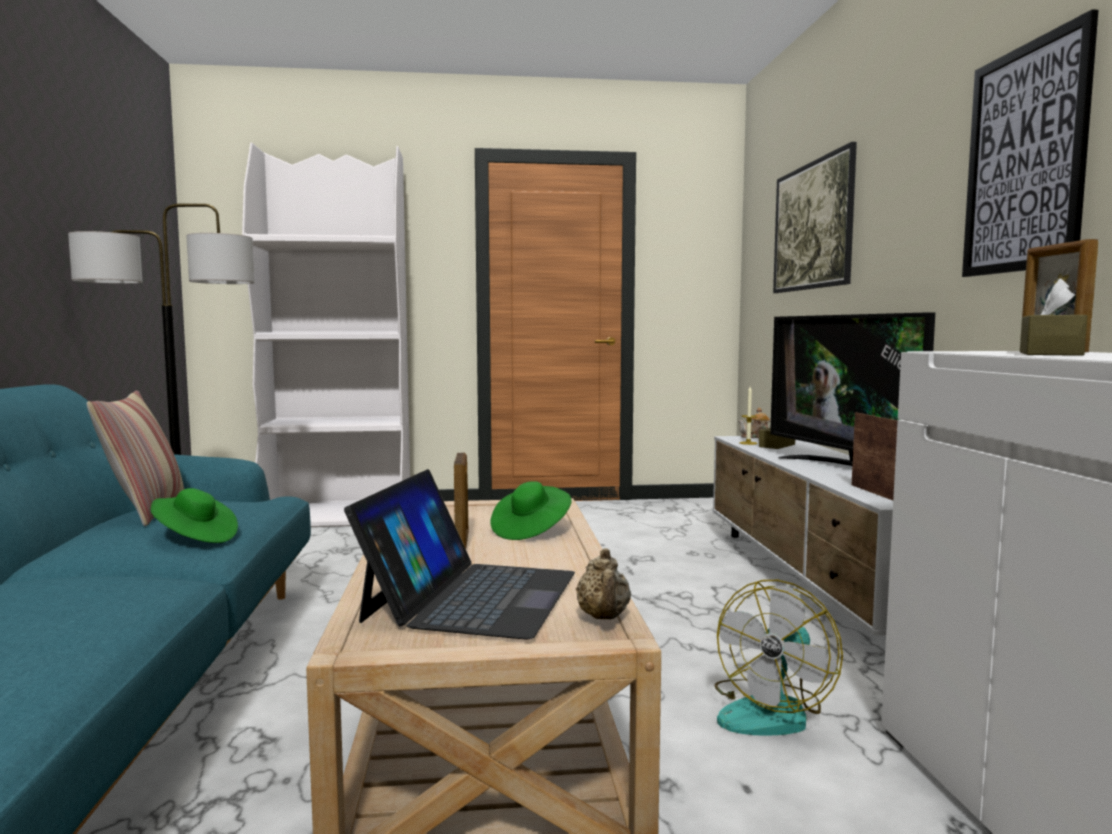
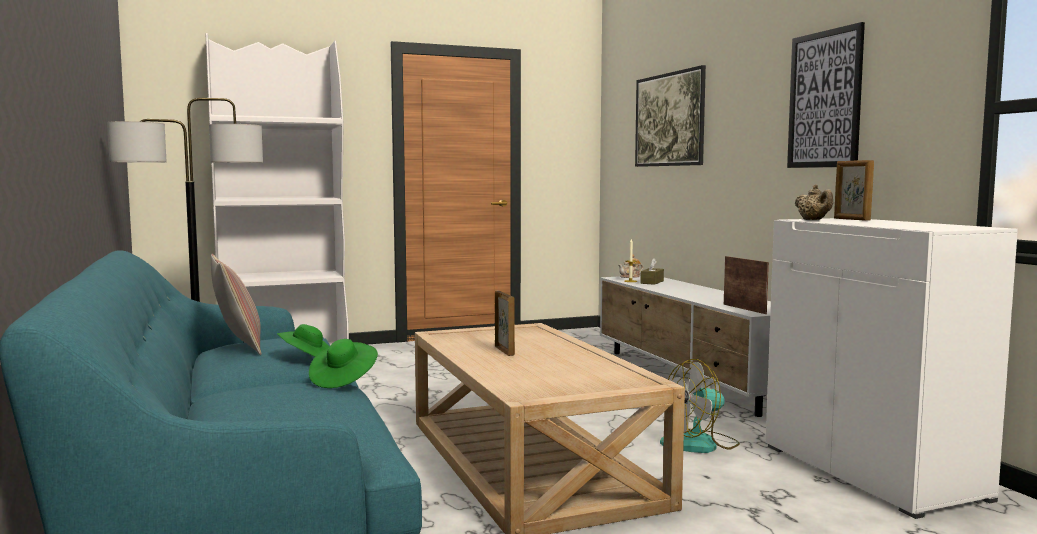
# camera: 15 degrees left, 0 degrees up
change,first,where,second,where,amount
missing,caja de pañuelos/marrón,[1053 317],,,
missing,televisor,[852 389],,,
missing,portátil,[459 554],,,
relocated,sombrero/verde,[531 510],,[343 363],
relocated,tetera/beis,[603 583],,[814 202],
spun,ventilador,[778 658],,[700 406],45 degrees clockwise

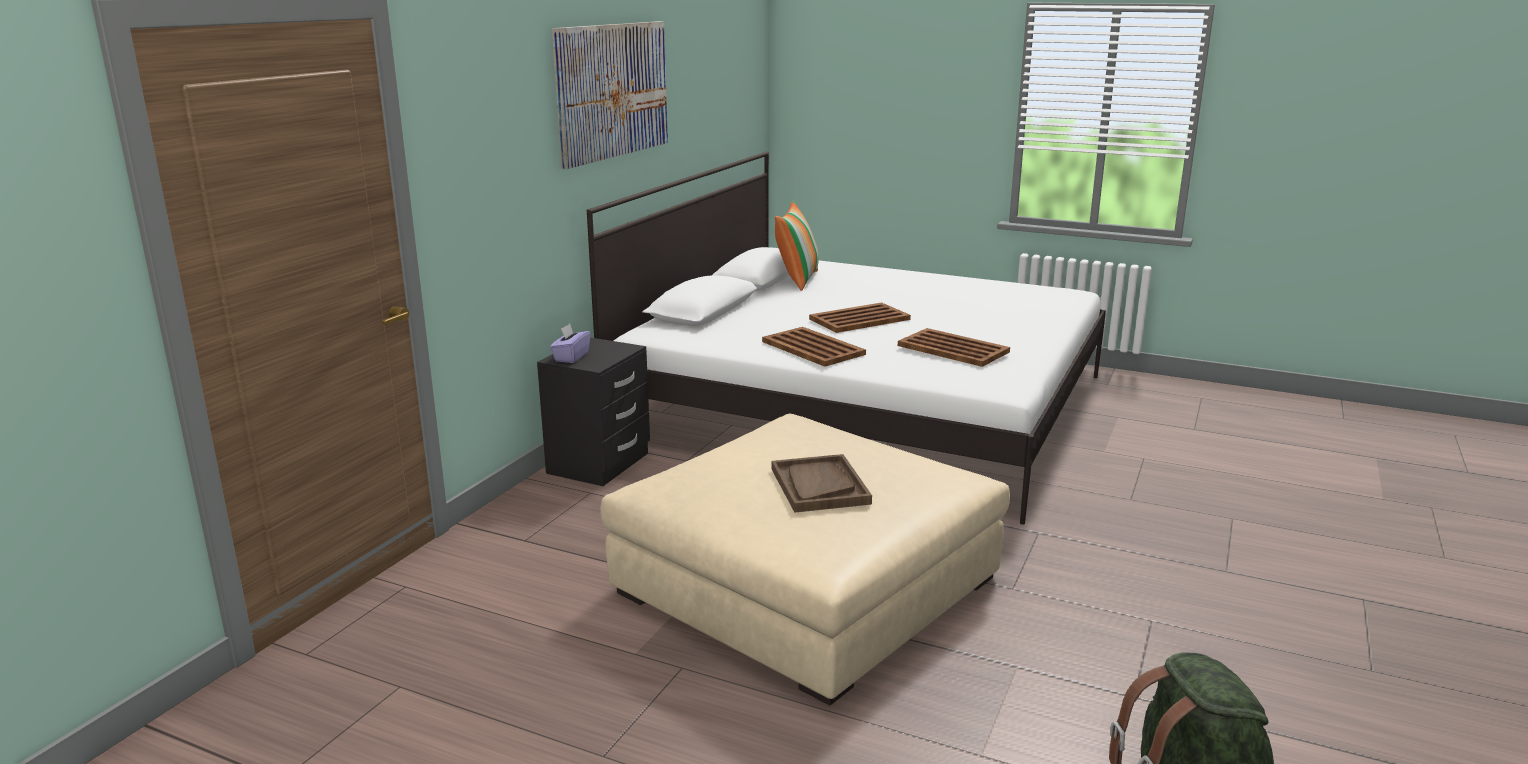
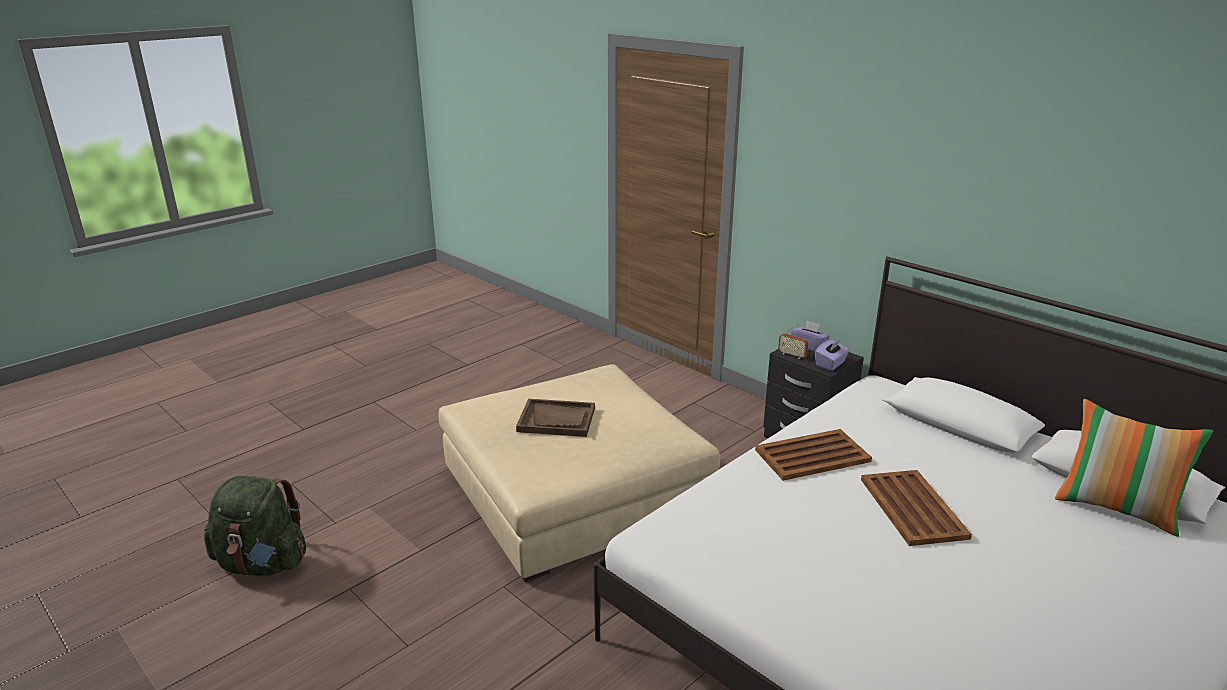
# camera: 110 degrees right, 5 degrees up
change,first,where,second,where,amount
missing,cuadro,[610 95],,,
missing,bandeja/marrón,[954 347],,,
appeared,,,radio,[793 340],
appeared,,,caja de pañuelos/morado,[832 355],

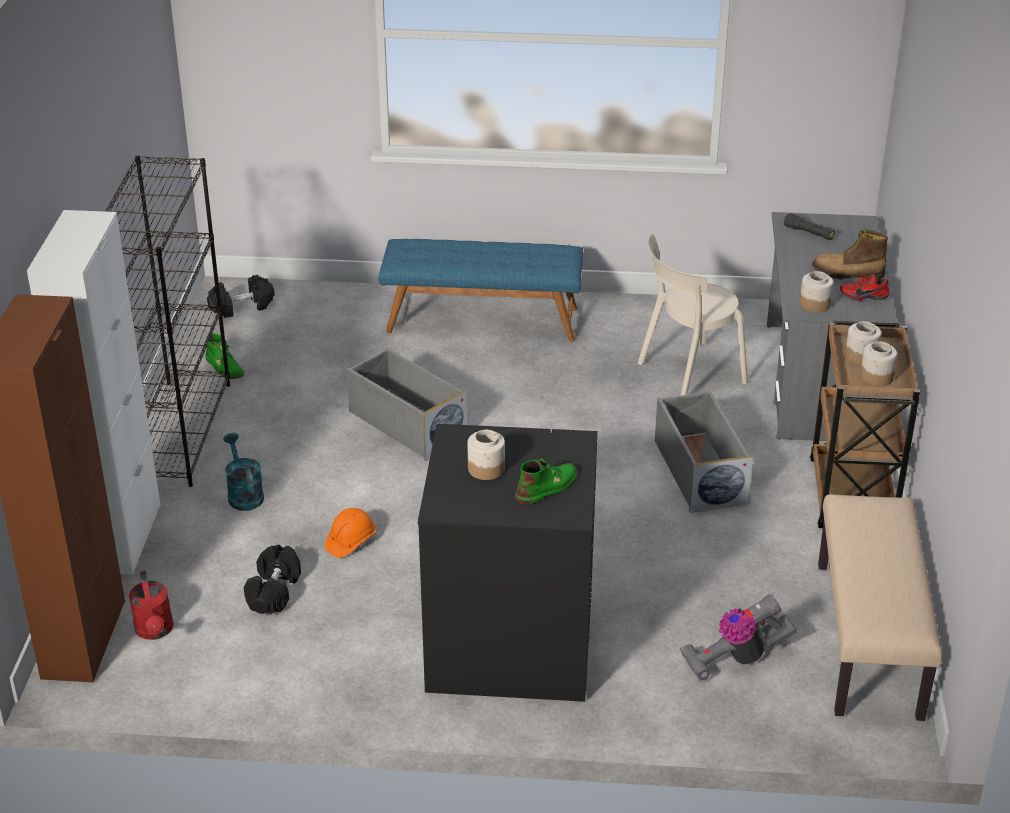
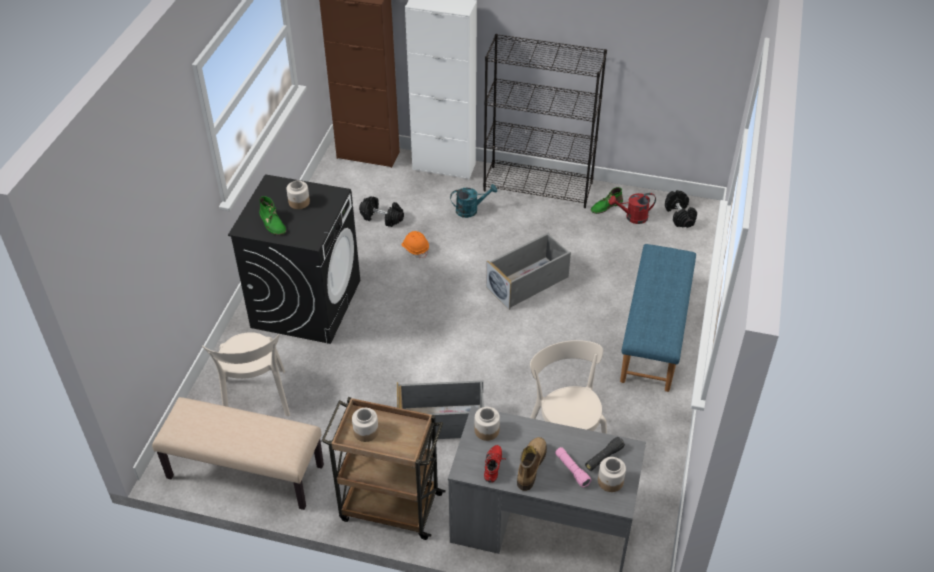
# camera: 100 degrees right, 10 degrees up
change,first,where,second,where,amount
relocated,tarro,[863 343],,[612 474],
relocated,regadera/rojo,[151 605],,[632 208],
exchanged,aspiradora,[739 637],silla/beis,[246 374],
appeared,,,linterna/rosa,[573 467],

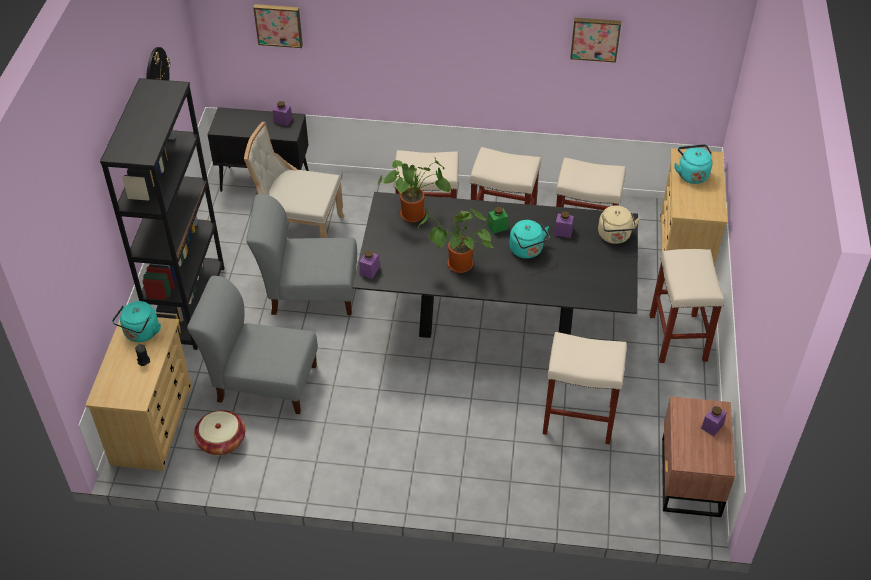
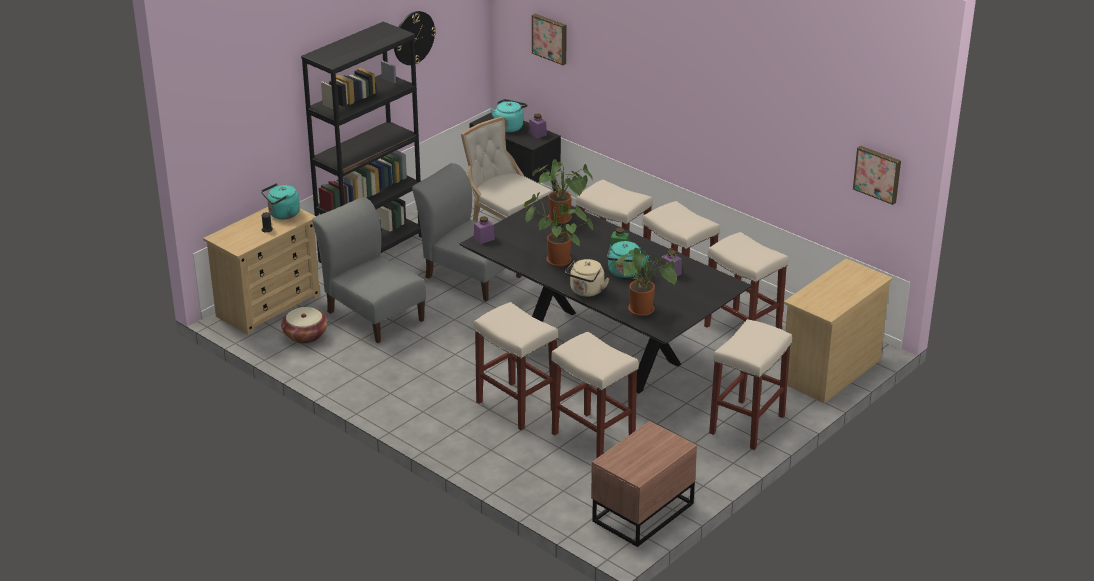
# camera: 35 degrees right, 15 degrees down
change,first,where,second,where,amount
relocated,cuadro,[595 40],,[877 175],
relocated,hervidor/turquesa,[693 164],,[508 115],
relocated,hervidor/beis,[619 224],,[587 278],
missing,tarro/morado,[713 421],,,
appeared,,,planta en maceta,[643 282],
appeared,,,taburete/beis,[516 366],

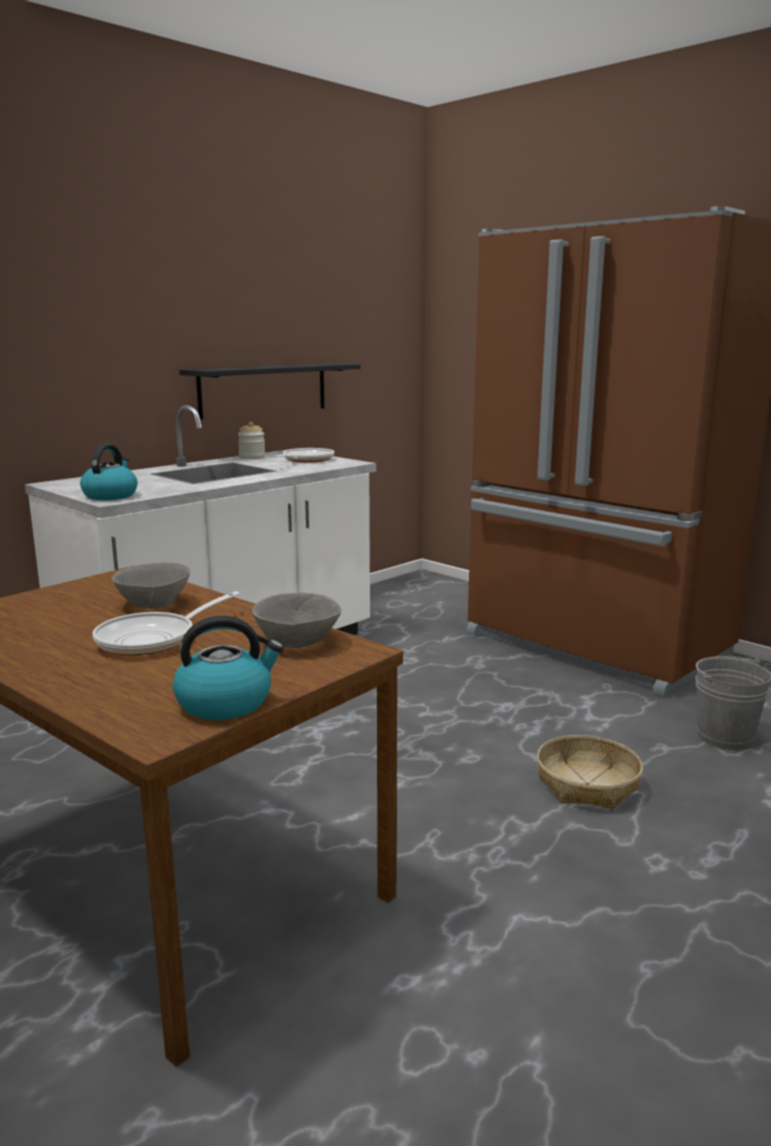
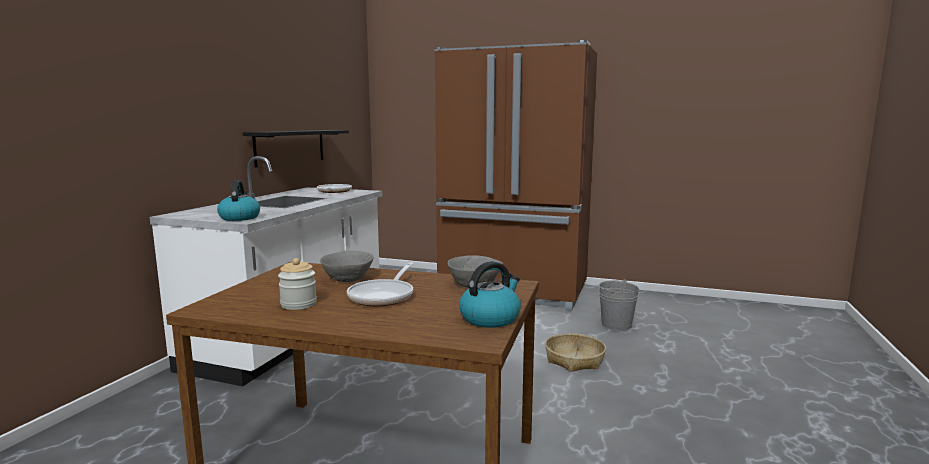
# camera: 25 degrees left, 5 degrees down
change,first,where,second,where,amount
relocated,tarro,[251 440],,[297 284],

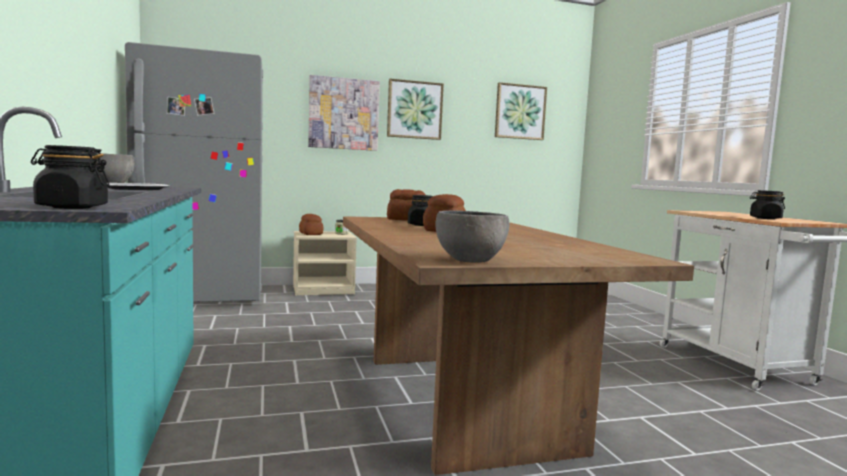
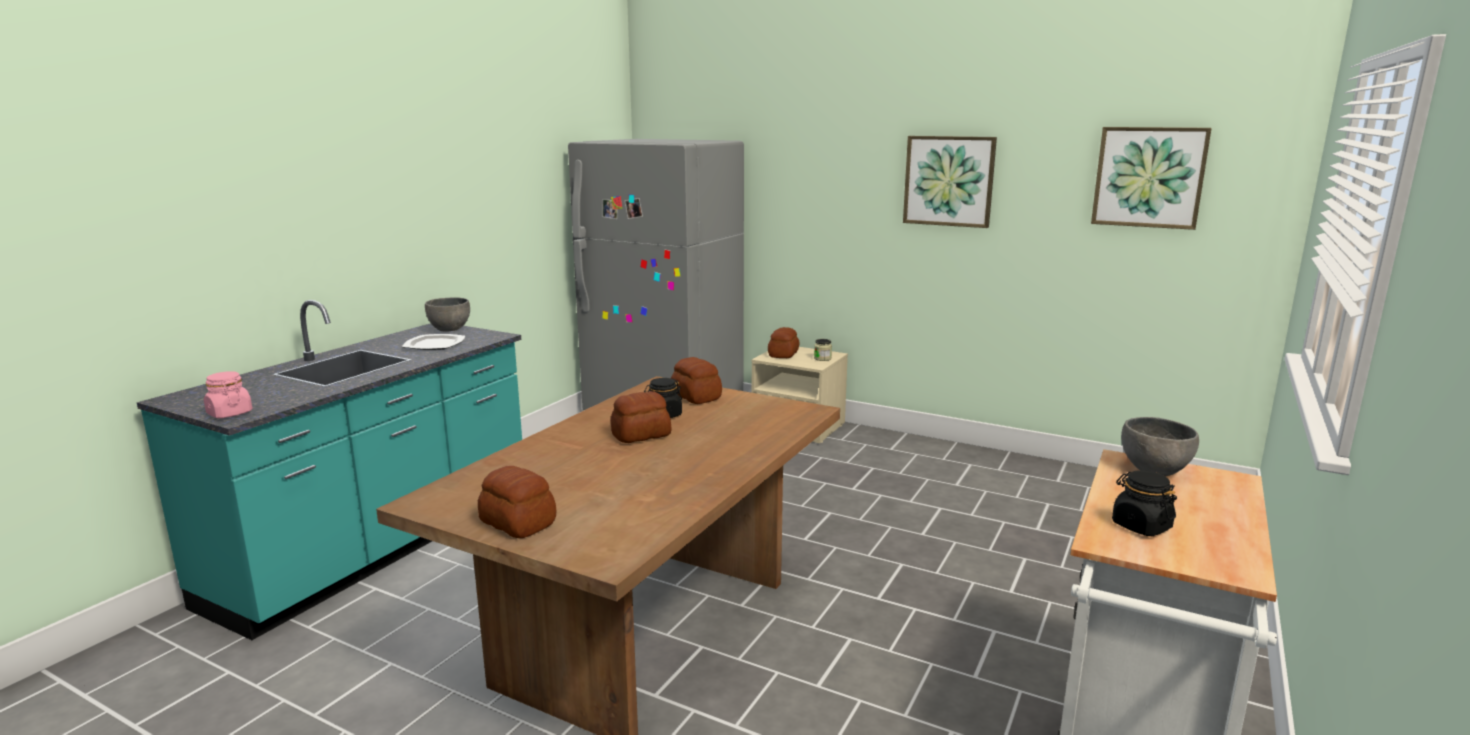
# camera: 45 degrees right, 10 degrees up
change,first,where,second,where,amount
missing,cuadro,[344 113],,,
colour,tarro/negro,[70 177],tarro/rosa,[228 394],
relocated,cuenco/gris,[472 236],,[1160 446],
appeared,,,pan,[517 502],

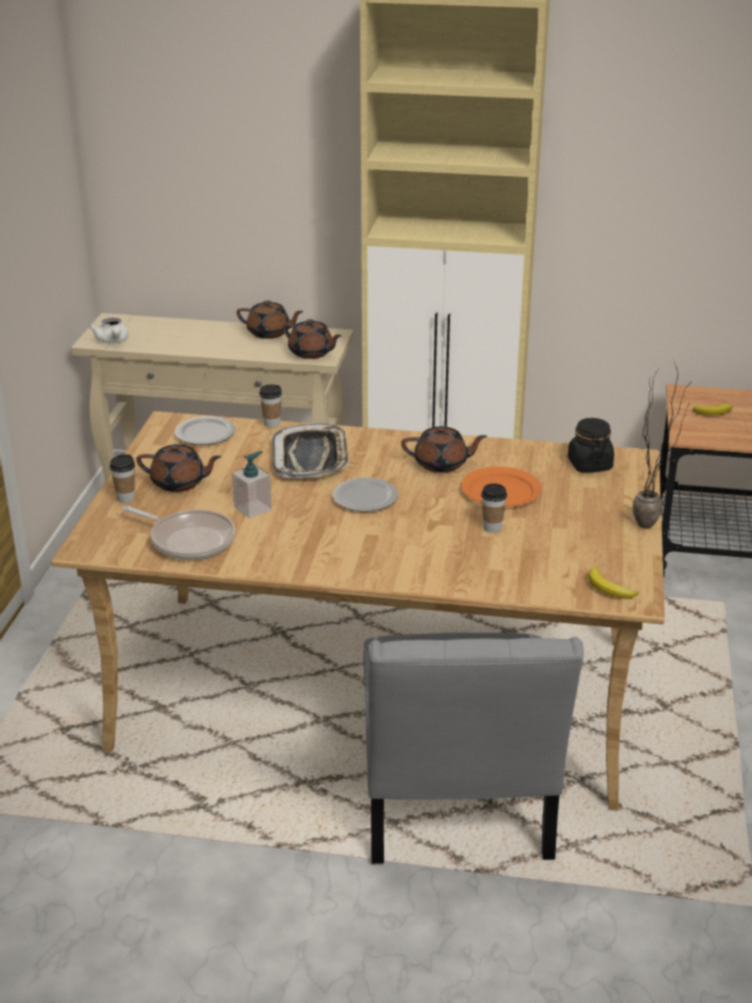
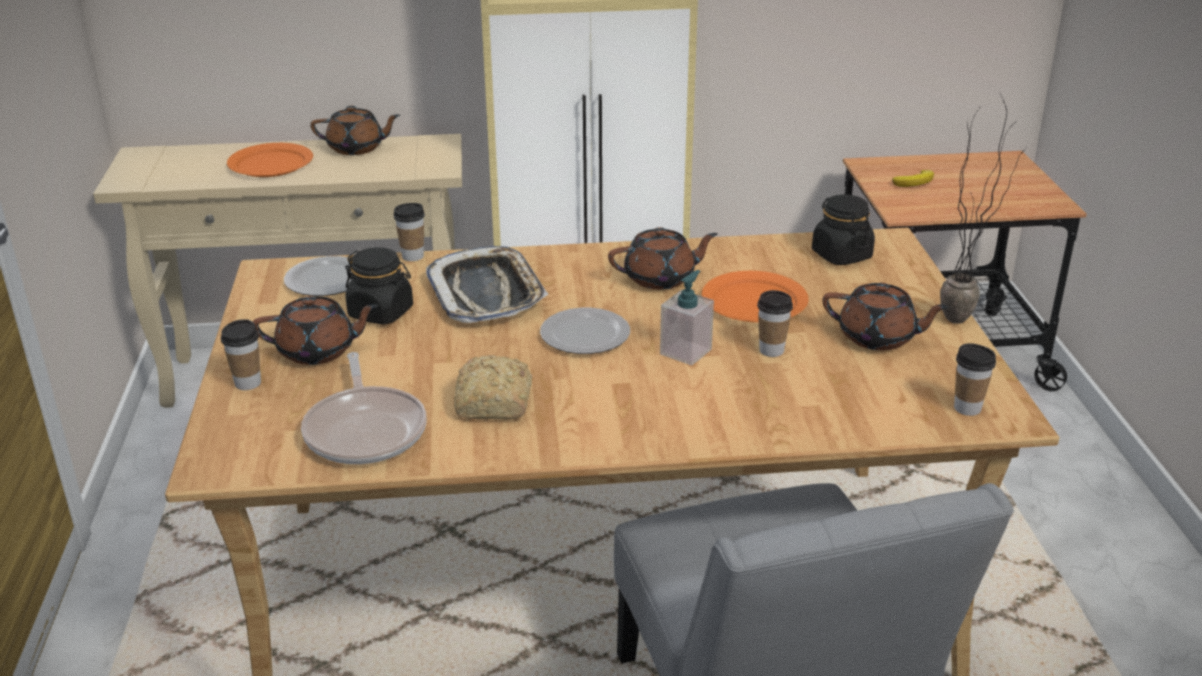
# camera: 15 degrees left, 0 degrees up
change,first,where,second,where,amount
missing,tetera/blanco,[109 330],,,
relocated,tetera/marrón,[312 339],,[885 316],
relocated,dispensador de jabón,[252 484],,[687 317],
spun,sartén,[179 533],,[364 408],60 degrees clockwise
exchanged,plátano,[613 583],taza,[975 379],
appeared,,,plato/naranja,[270 160],
appeared,,,tarro/negro,[379 286],
appeared,,,pan,[493 387],

